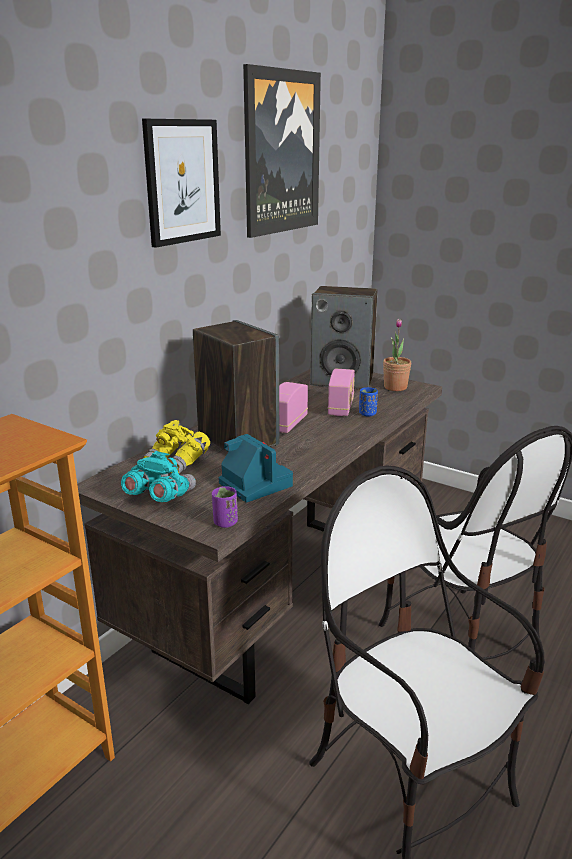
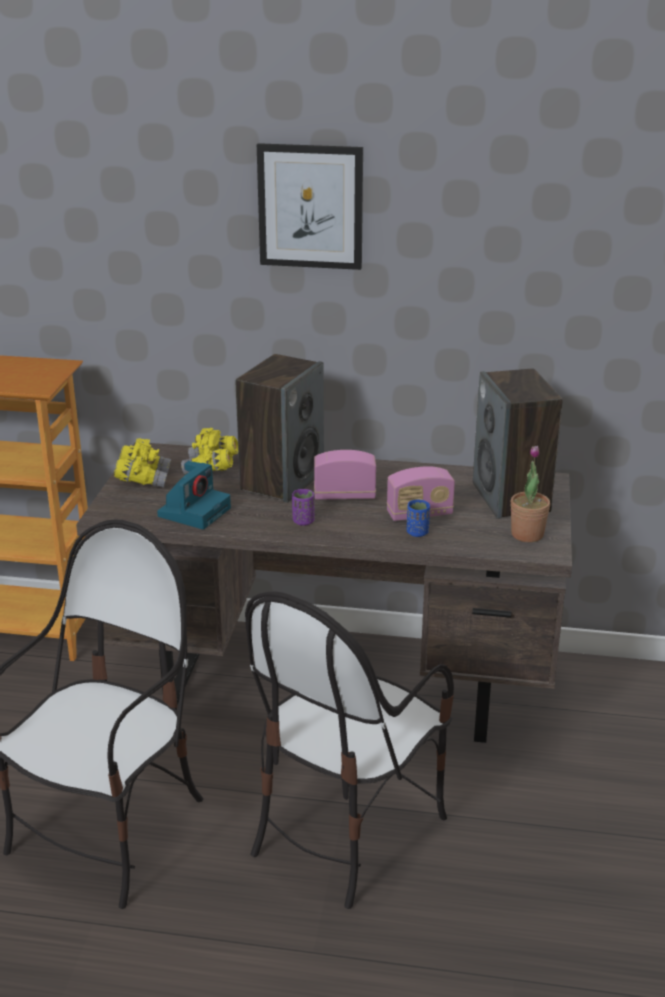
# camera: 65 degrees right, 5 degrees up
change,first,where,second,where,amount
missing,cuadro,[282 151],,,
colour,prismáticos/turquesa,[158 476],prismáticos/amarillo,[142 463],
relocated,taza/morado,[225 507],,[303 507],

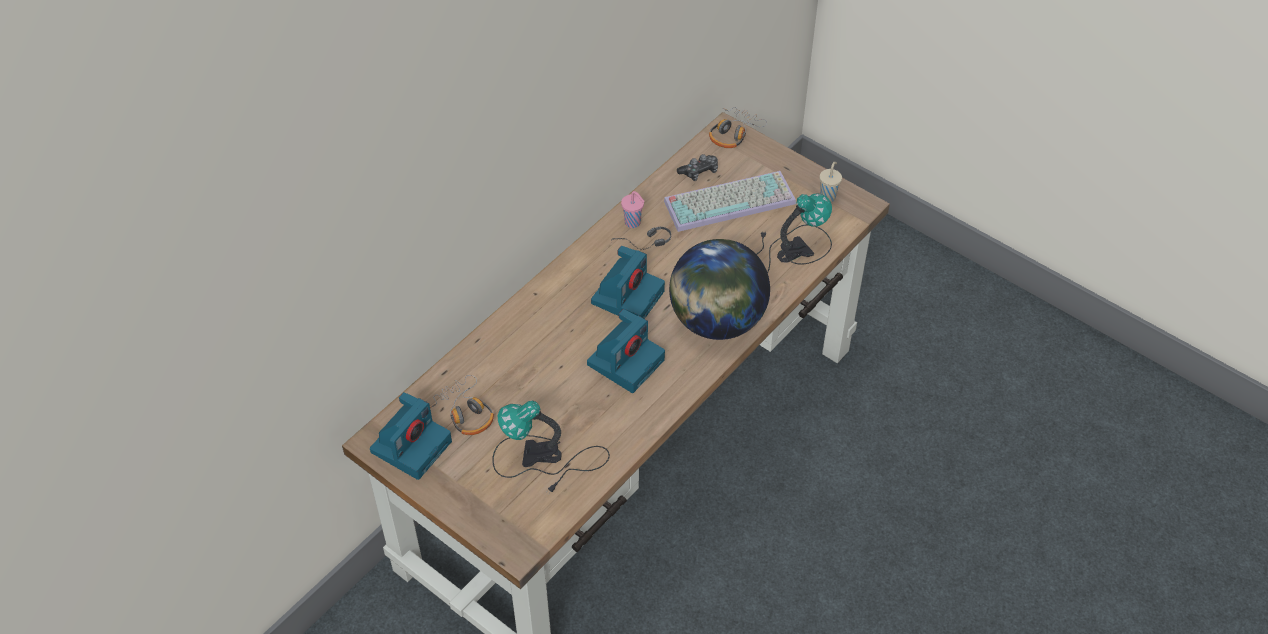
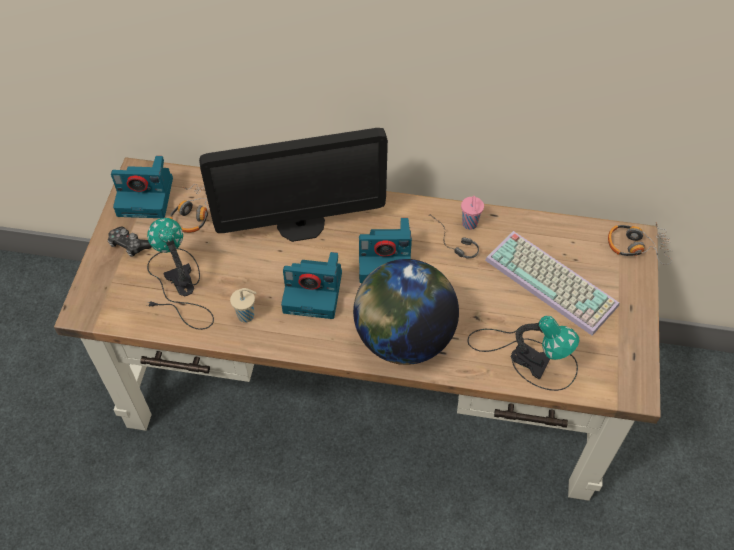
# camera: 60 degrees right, 5 degrees up
change,first,where,second,where,amount
relocated,mando de consola,[697 167],,[130 242],
relocated,taza/beis,[830 182],,[243 305],
appeared,,,monitor,[293 185],

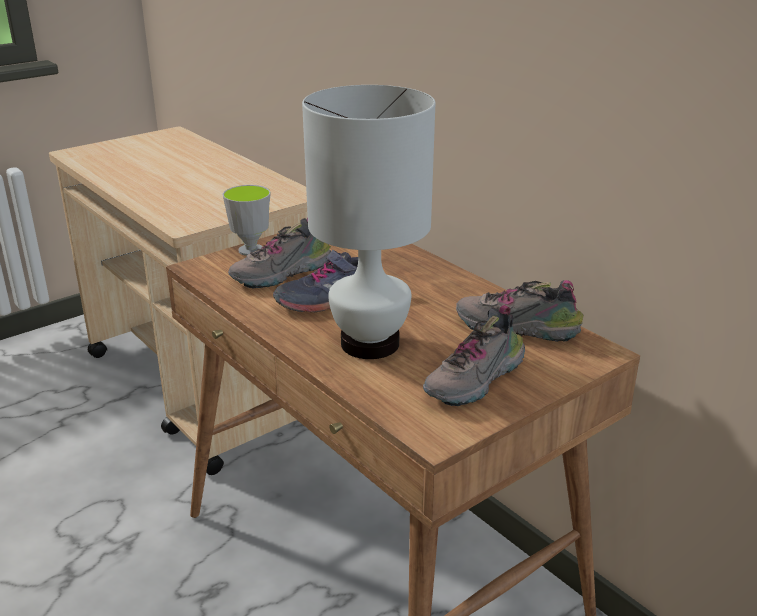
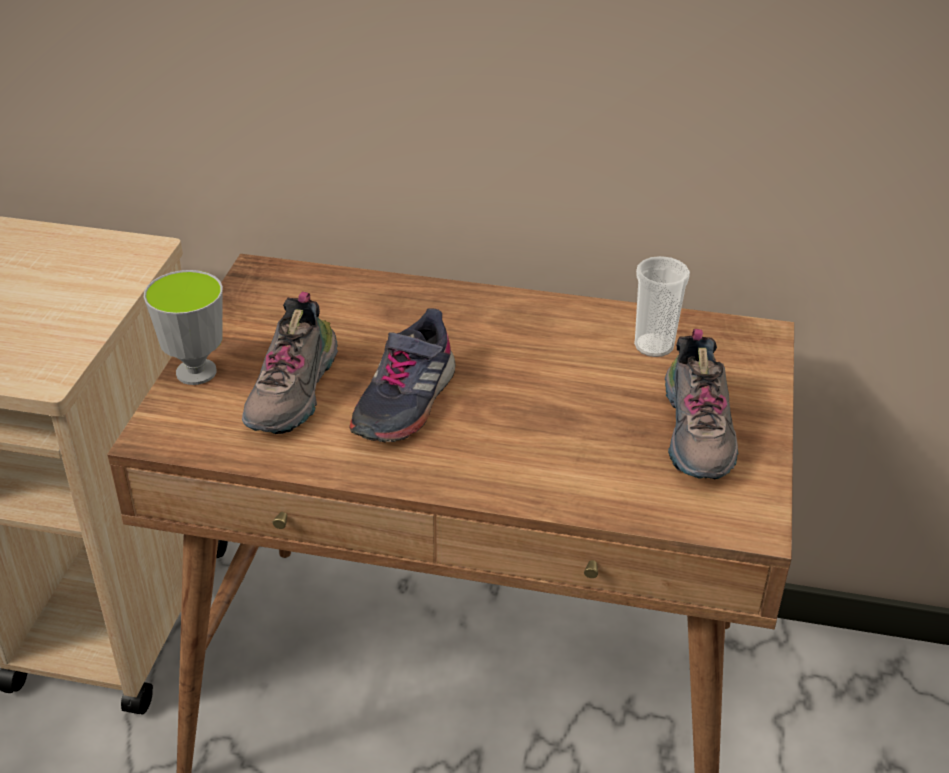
# camera: 40 degrees left, 10 degrees up
change,first,where,second,where,amount
missing,lámpara de mesa/blanco,[368 222],,,
exchanged,zapato,[520 311],taza,[662 306],

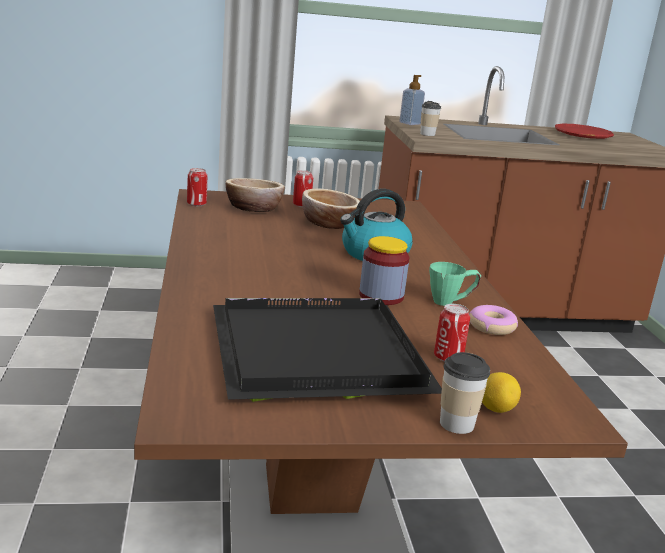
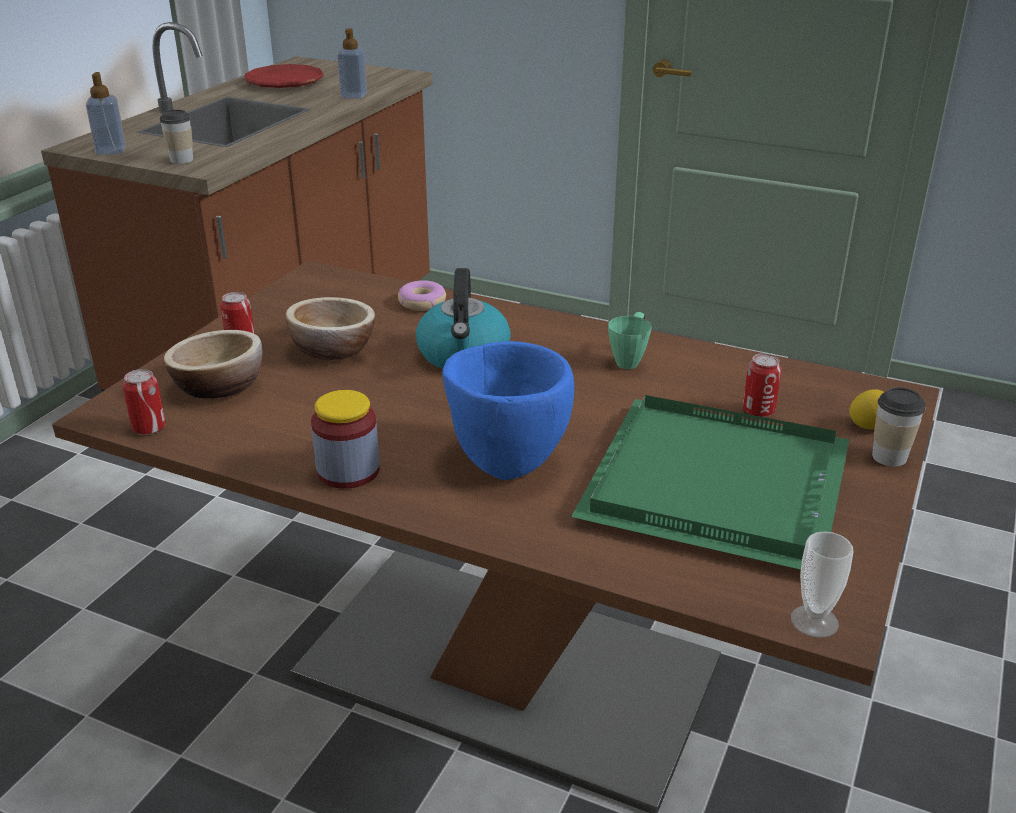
# camera: 55 degrees left, 10 degrees up
change,first,where,second,where,amount
relocated,tarro,[384 270],,[345 439],
colour,bandeja/negro,[327 350],bandeja/verde,[710 482],
relocated,rosquilla,[493 320],,[422 295],
appeared,,,dispensador de jabón,[352 63],
appeared,,,cuenco/azul,[508 410],
appeared,,,taza,[822 584],

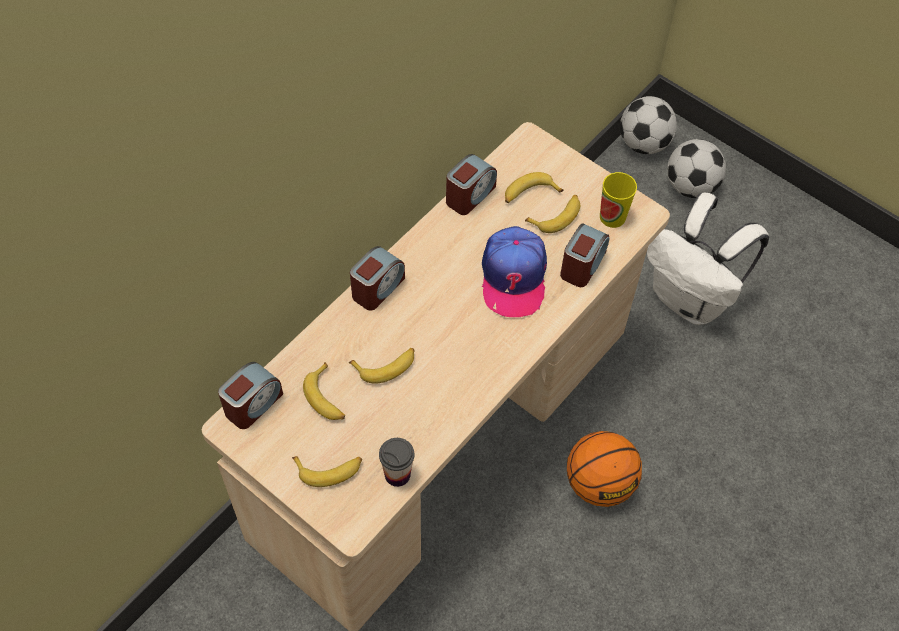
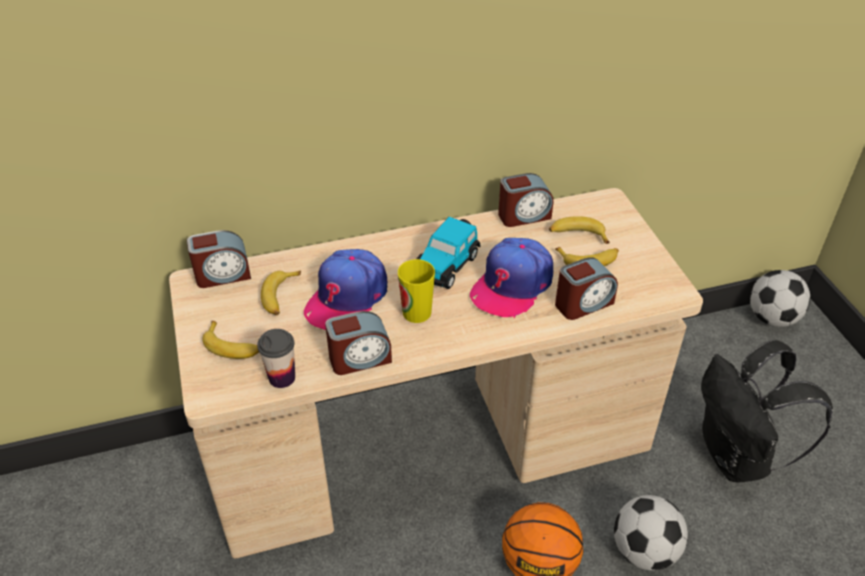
# camera: 35 degrees right, 15 degrees down
change,first,where,second,where,amount
relocated,balón de fútbol,[696 168],,[651 533],
relocated,taza,[618 200],,[416 291],
colour,mochila/blanco,[708 258],mochila/negro,[767 411],
relocated,despertador,[377 278],,[358 343],
exchanged,plátano,[382 366],gorra,[346 289],
appeared,,,coche de juguete,[448 253],

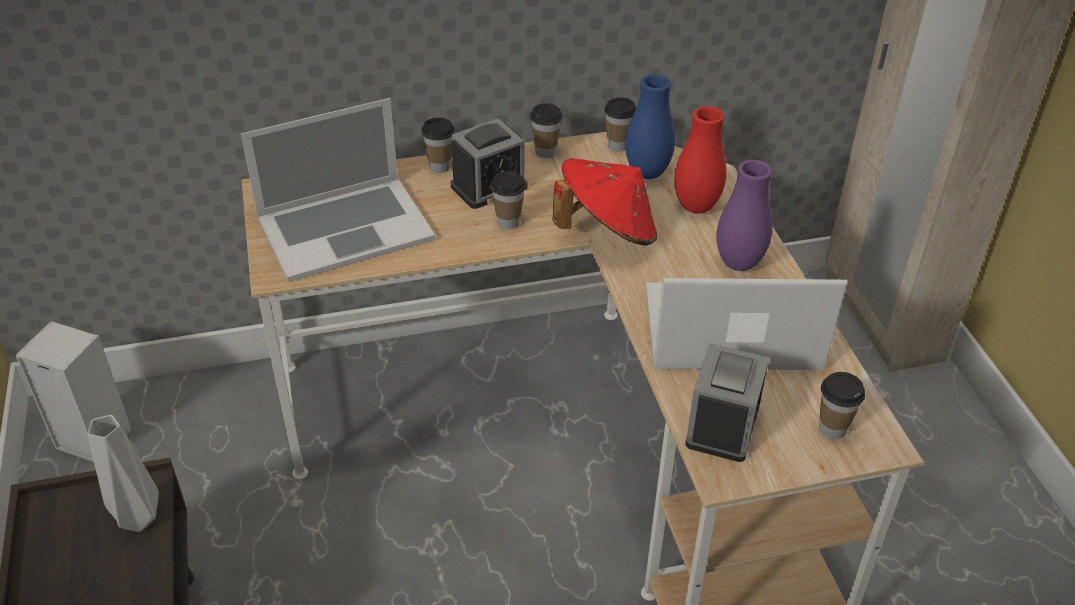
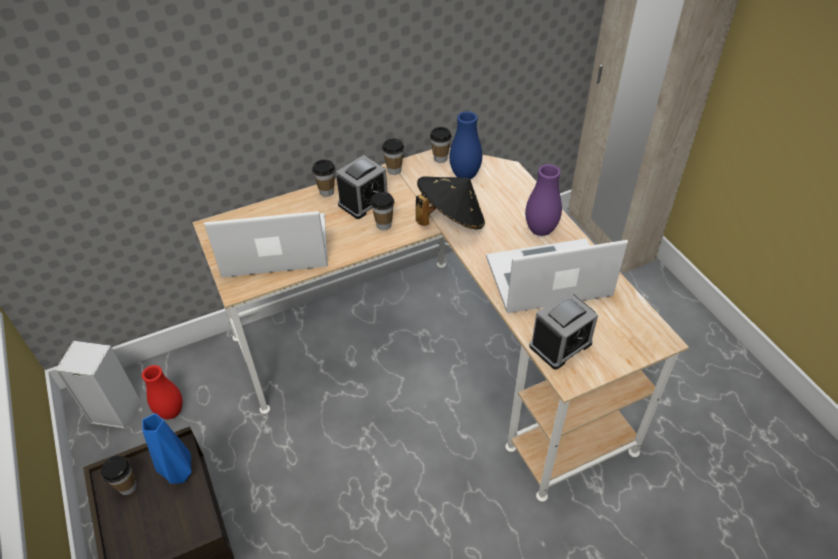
# camera: 10 degrees left, 5 degrees up
change,first,where,second,where,amount
spun,portátil,[338 190],,[266 244],150 degrees counterclockwise
relocated,florero/rojo,[700 160],,[162 392],
colour,sombrero/rojo,[605 202],sombrero/negro,[450 202],
spun,despertador,[727 402],,[563 330],135 degrees counterclockwise
relocated,taza,[842 405],,[119 475],
colour,florero/gris,[123 473],florero/azul,[167 448],

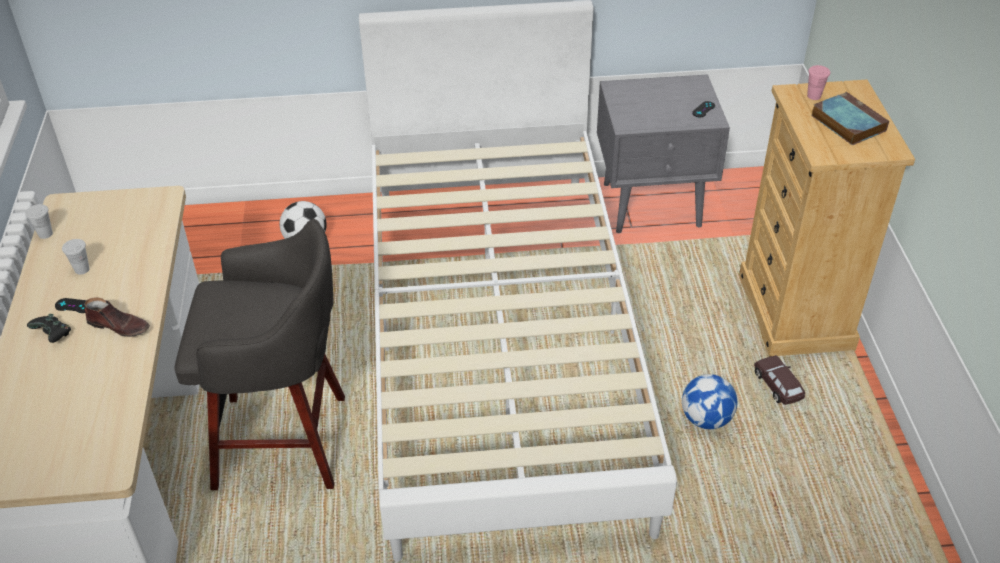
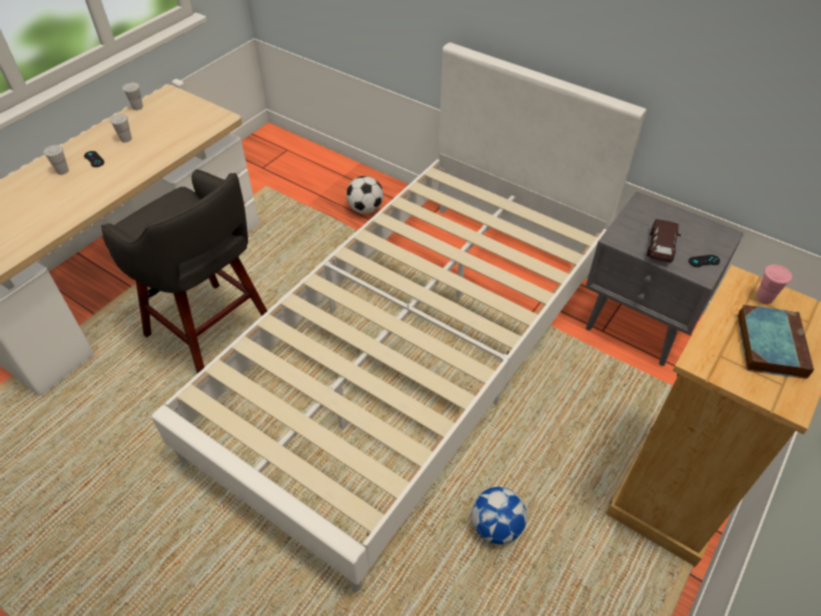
# camera: 40 degrees right, 5 degrees up
change,first,where,second,where,amount
missing,zapato/marrón,[117 317],,,
exchanged,mando de consola/negro,[49 328],taza/blanco,[56 160],
relocated,coche de juguete/marrón,[779 380],,[664 240],

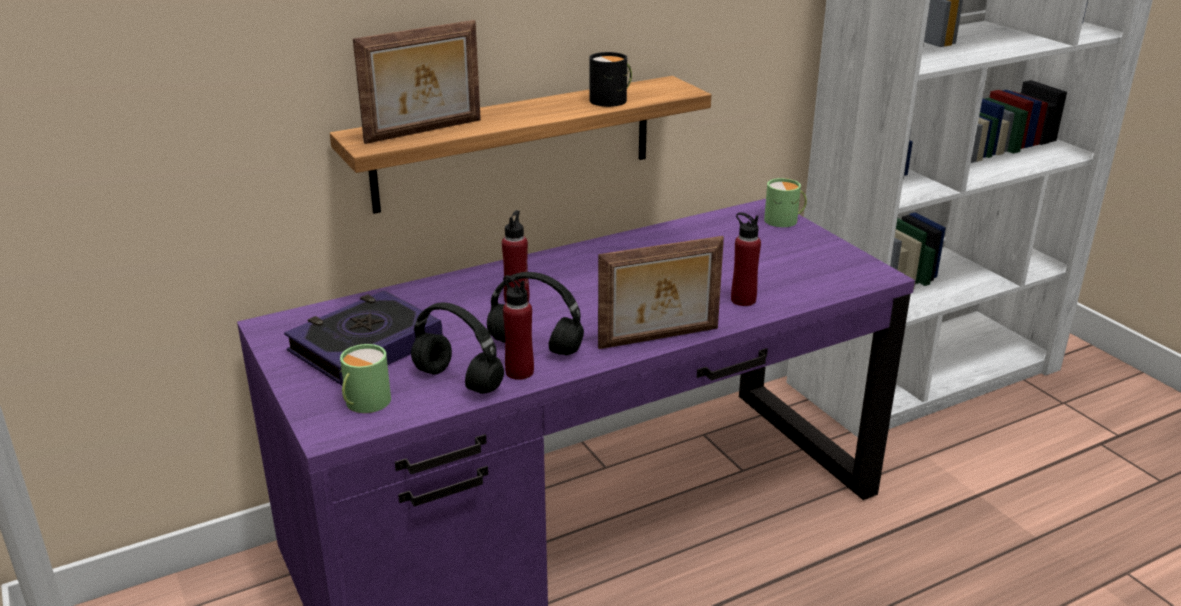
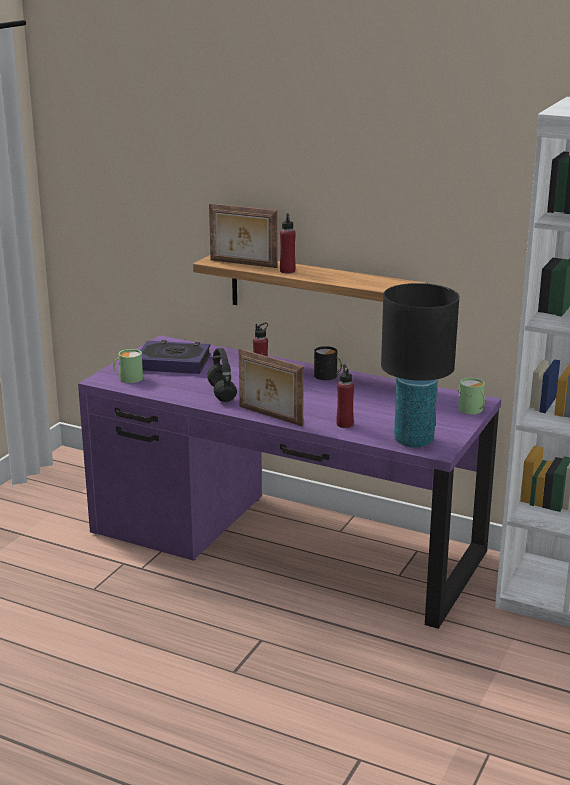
# camera: 55 degrees right, 5 degrees down
change,first,where,second,where,amount
relocated,taza grande/negro,[611 79],,[328 363],
relocated,botella/rojo,[518 327],,[288 243],
missing,auriculares/negro,[457 348],,,
appeared,,,lámpara de mesa/negro,[420 365],

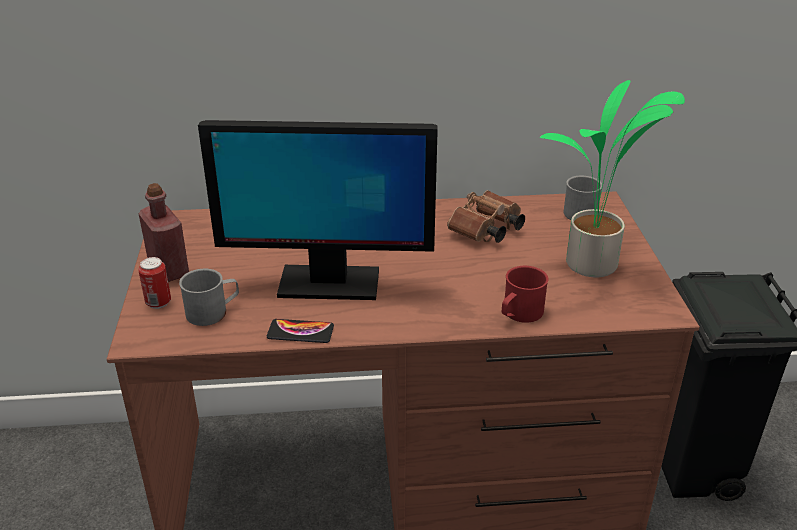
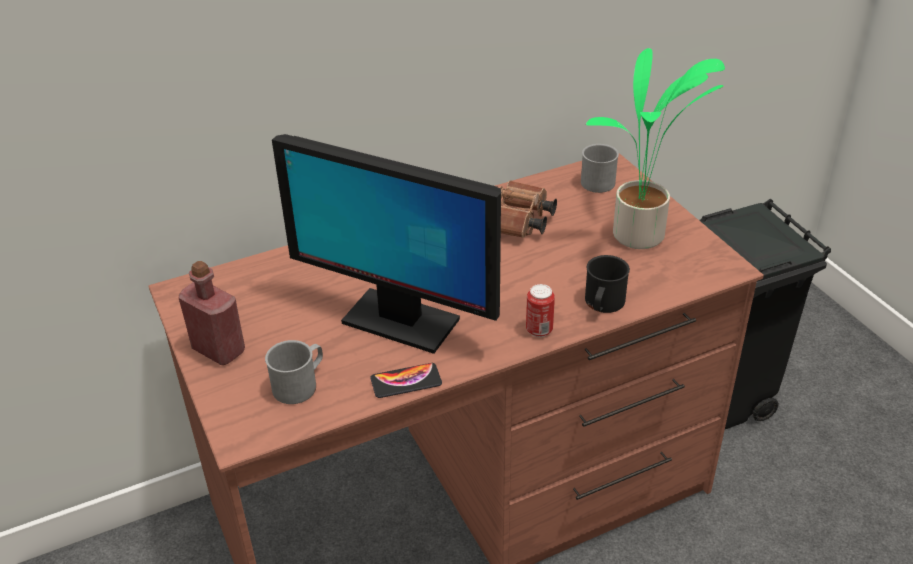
# camera: 20 degrees left, 5 degrees up
change,first,where,second,where,amount
spun,monitor,[318 210],,[386 244],45 degrees clockwise
relocated,lata,[154 283],,[540 310],
colour,taza grande/rojo,[525 294],taza grande/negro,[607 284],

